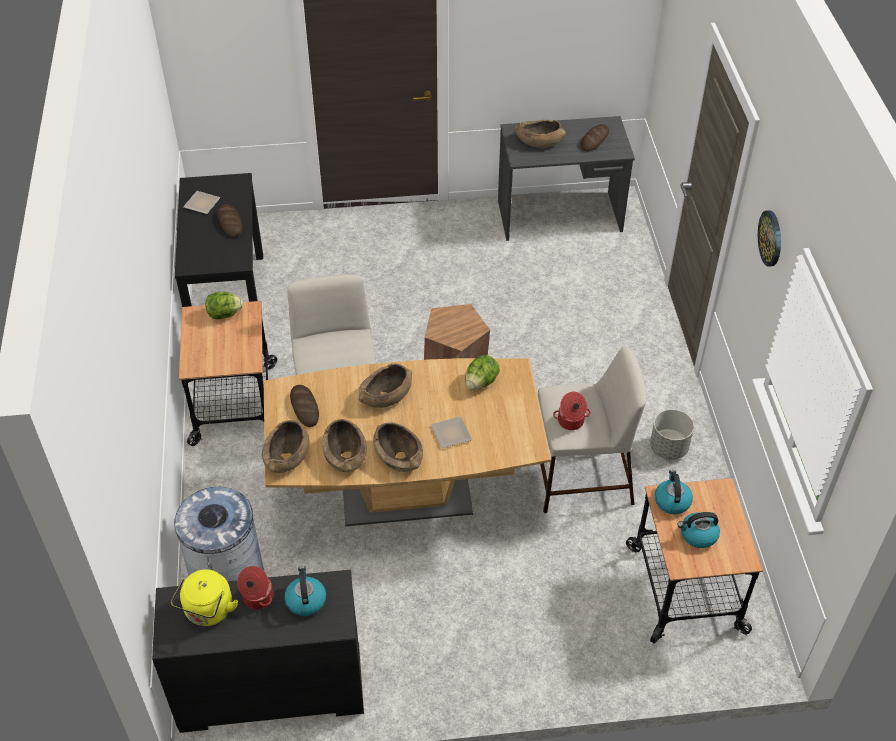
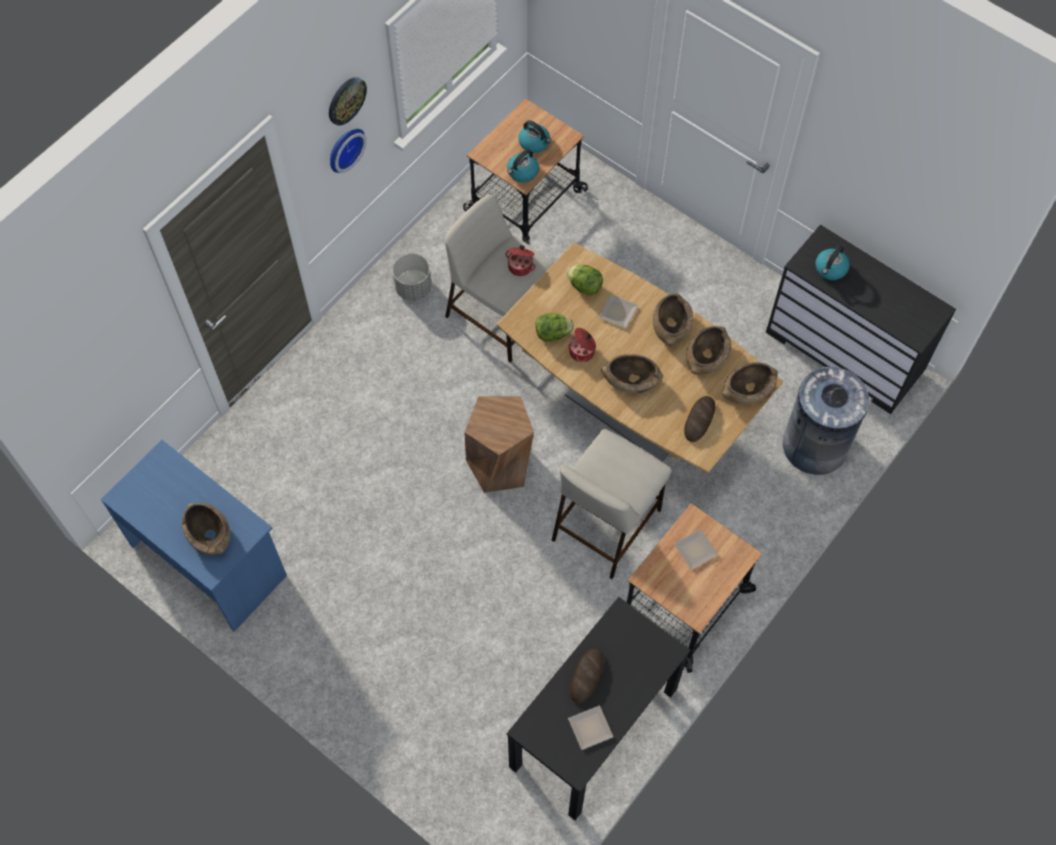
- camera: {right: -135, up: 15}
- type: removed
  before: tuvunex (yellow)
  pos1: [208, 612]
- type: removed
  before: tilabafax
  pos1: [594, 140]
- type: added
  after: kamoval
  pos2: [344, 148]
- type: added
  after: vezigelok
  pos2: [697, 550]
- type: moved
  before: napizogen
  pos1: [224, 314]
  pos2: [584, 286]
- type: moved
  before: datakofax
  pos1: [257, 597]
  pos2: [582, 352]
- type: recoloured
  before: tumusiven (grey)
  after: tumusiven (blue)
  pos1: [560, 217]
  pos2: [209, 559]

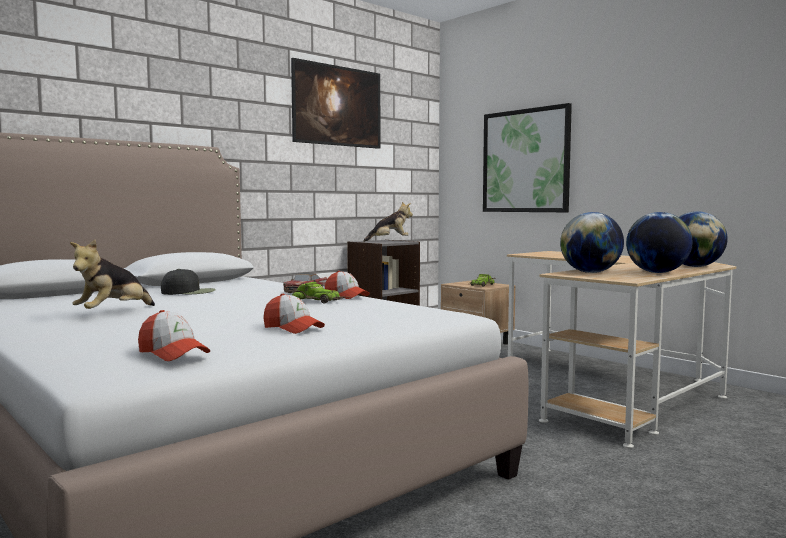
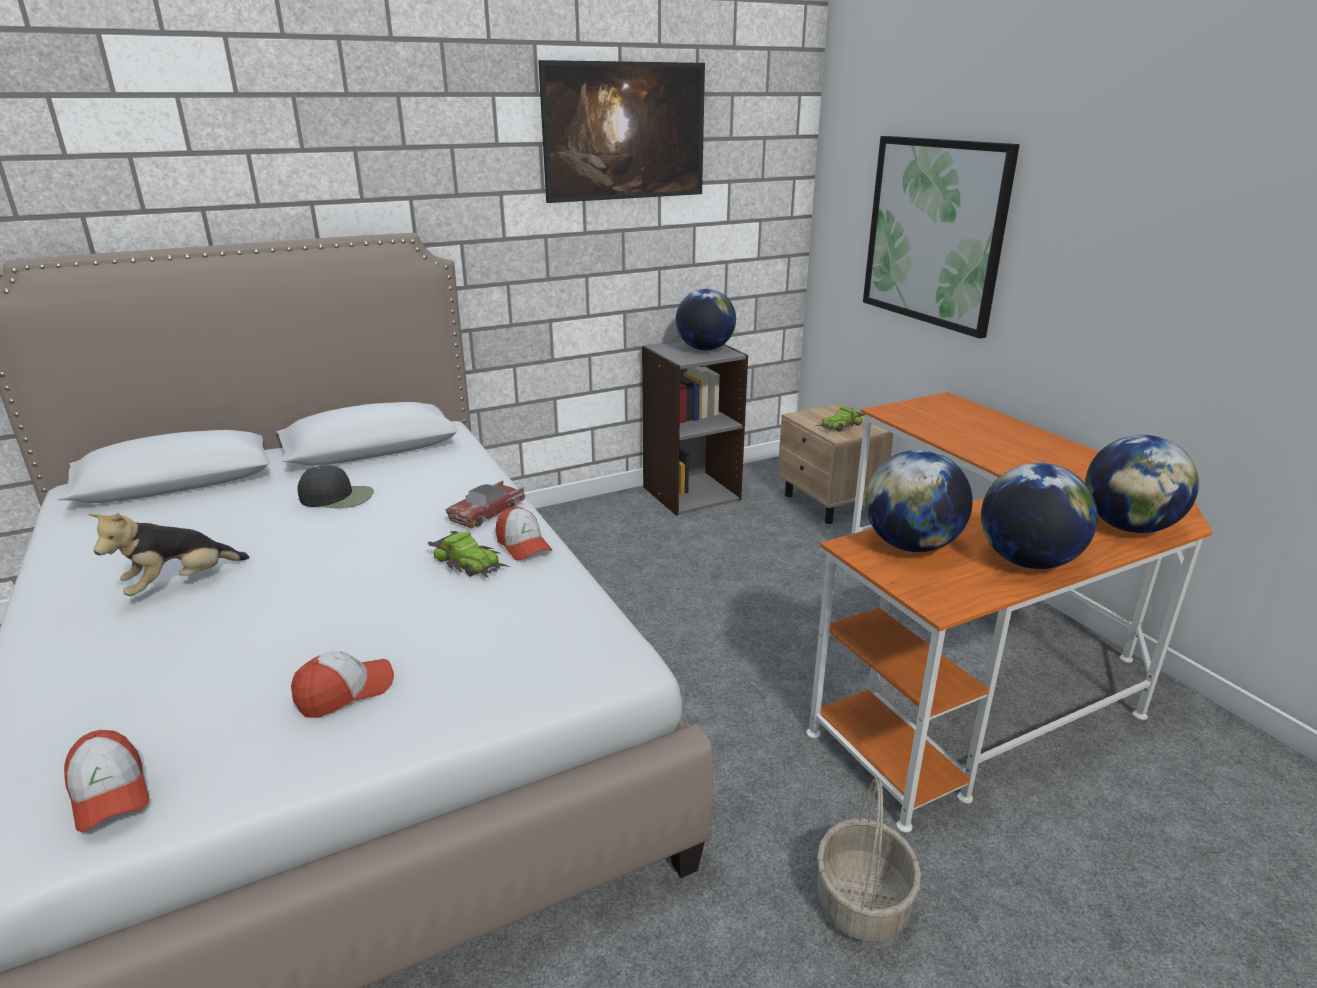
- camera: {right: 15, up: 20}
- type: added
  after: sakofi
  pos2: [861, 901]
- type: replaced
  before: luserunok
  after: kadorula
  pos1: [390, 241]
  pos2: [705, 349]
- type: recoloured
  before: tumusiven (beige)
  after: tumusiven (orange)
  pos1: [615, 387]
  pos2: [975, 657]
- type: turned
  before: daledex
  pos1: [293, 328]
  pos2: [345, 692]
  turn: -90

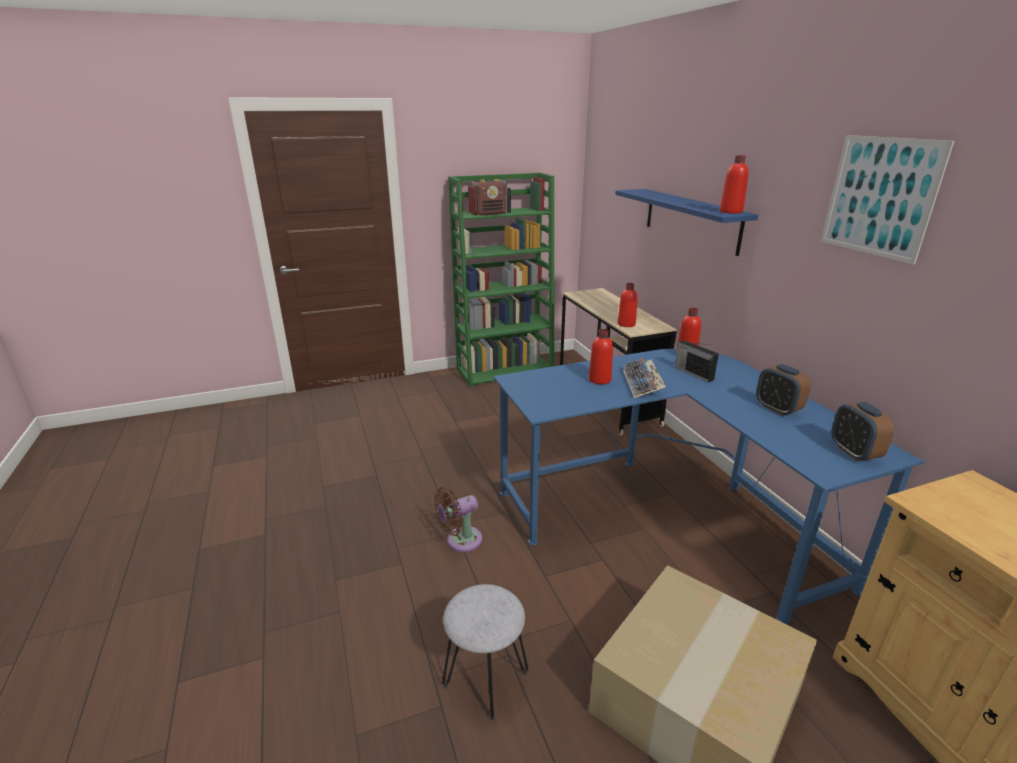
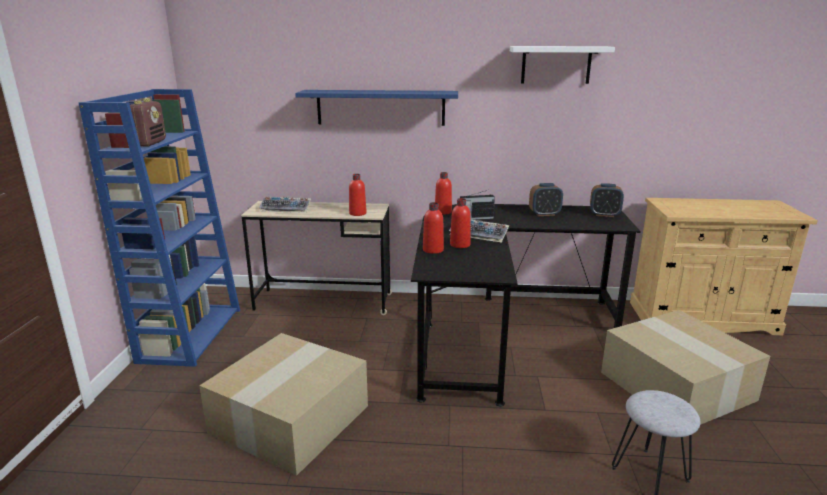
- camera: {right: -65, up: -5}
- type: removed
  before: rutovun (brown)
  pos1: [460, 541]
- type: added
  after: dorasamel
  pos2: [290, 417]
- type: added
  after: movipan
  pos2: [287, 209]
- type: moved
  before: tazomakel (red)
  pos1: [731, 211]
  pos2: [433, 250]
- type: replaced
  before: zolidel
  after: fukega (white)
  pos1: [880, 197]
  pos2: [556, 65]
- type: recoloured
  before: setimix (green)
  after: setimix (blue)
  pos1: [505, 370]
  pos2: [191, 334]
- type: recoloured
  before: tumusiven (blue)
  after: tumusiven (black)
  pos1: [667, 513]
  pos2: [500, 331]

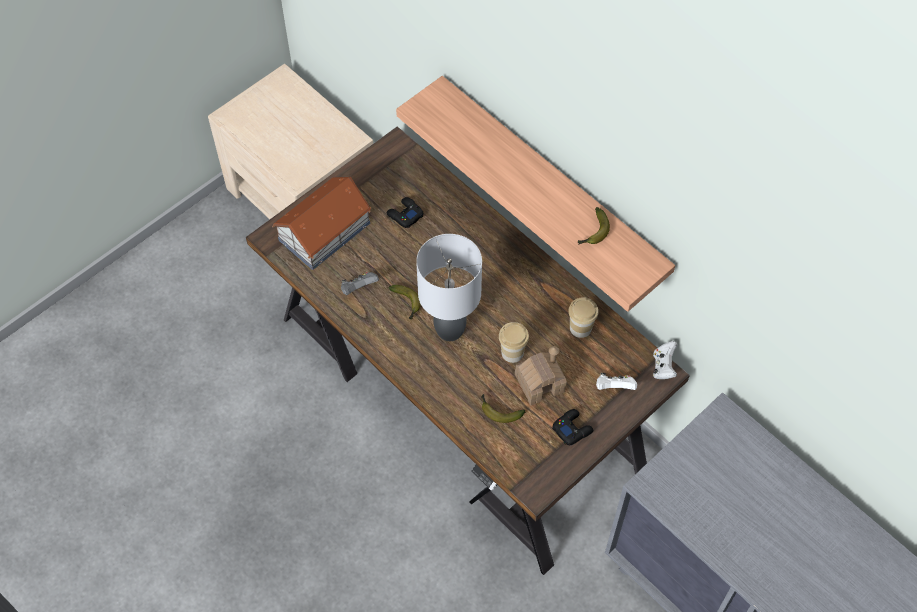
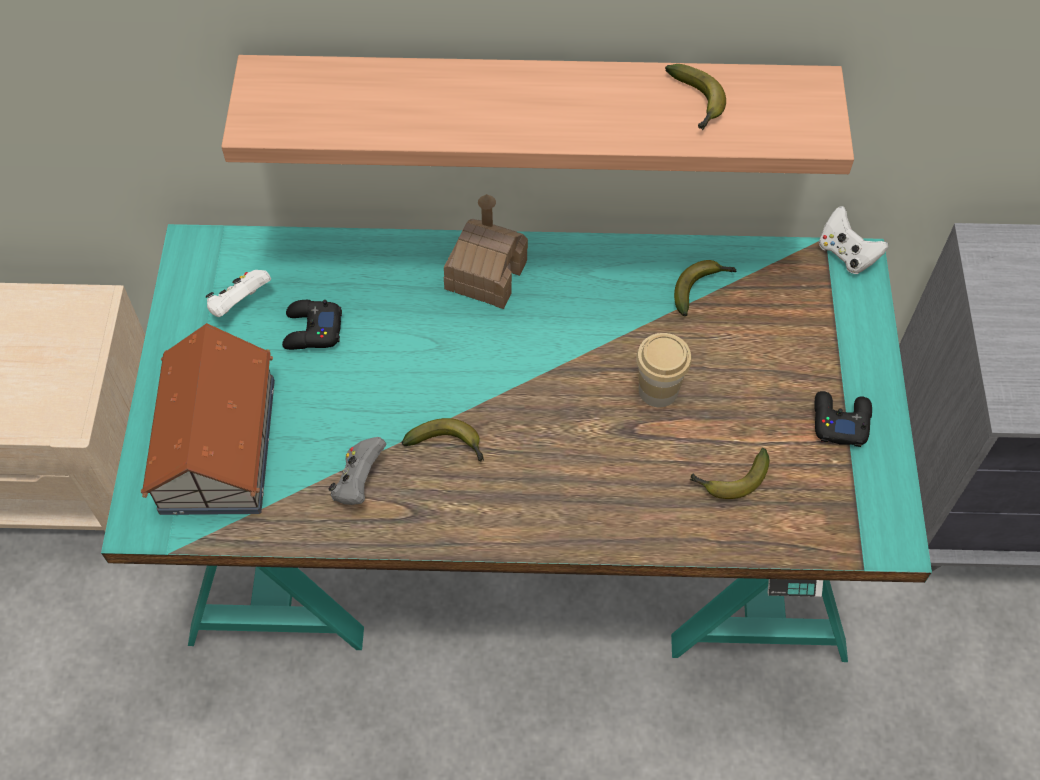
- camera: {right: -45, up: 0}
- type: removed
  before: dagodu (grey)
  pos1: [451, 330]
- type: moved
  before: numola
  pos1: [539, 383]
  pos2: [486, 275]
- type: moved
  before: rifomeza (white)
  pos1: [614, 387]
  pos2: [239, 304]
- type: replaced
  before: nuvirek
  after: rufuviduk
  pos1: [580, 328]
  pos2: [701, 288]
- type: recoloured
  before: tumusiven (brown)
  after: tumusiven (turquoise)
  pos1: [461, 394]
  pos2: [520, 534]

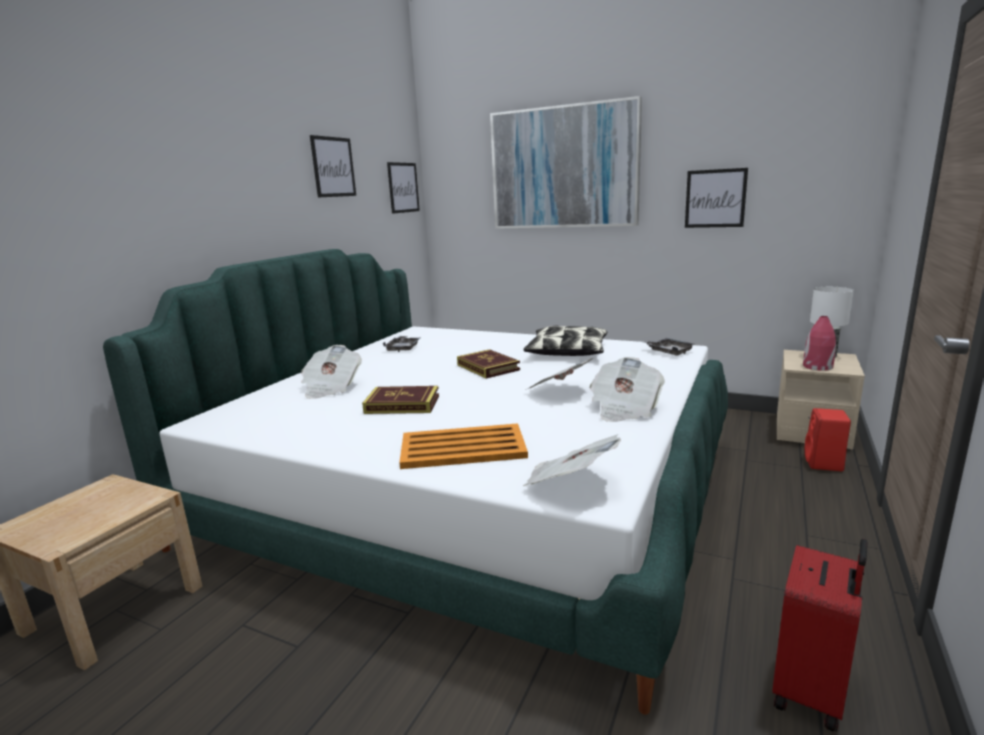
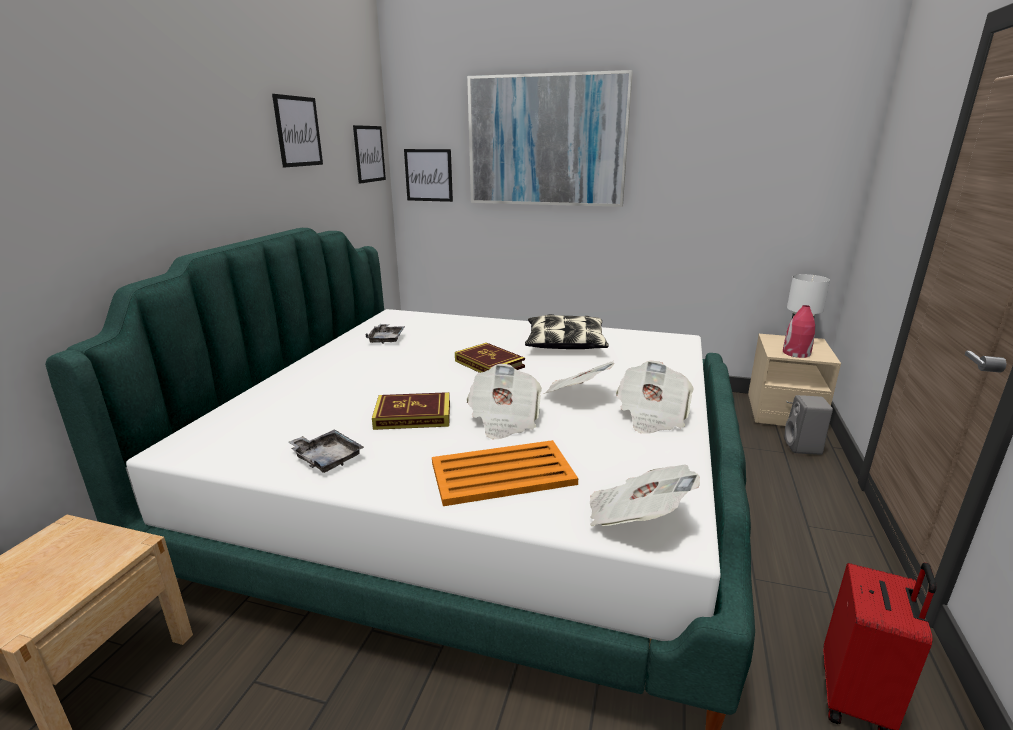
- camera: {right: -10, up: 5}
- type: moved
  before: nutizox
  pos1: [331, 388]
  pos2: [504, 420]
- type: moved
  before: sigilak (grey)
  pos1: [669, 352]
  pos2: [327, 458]
- type: moved
  before: zolidel
  pos1: [715, 198]
  pos2: [428, 175]
- type: recoloured
  before: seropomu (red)
  after: seropomu (grey)
  pos1: [824, 464]
  pos2: [803, 447]

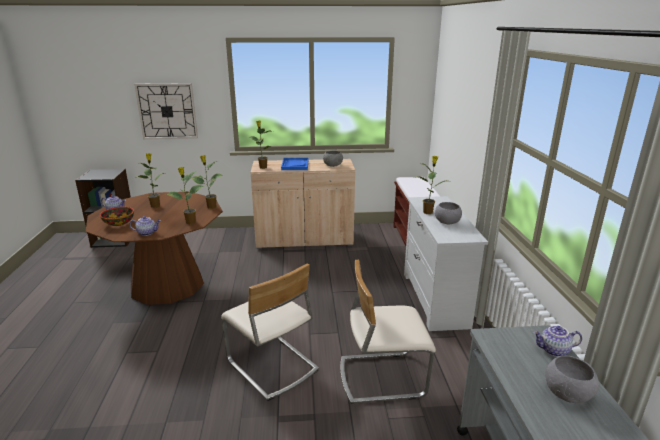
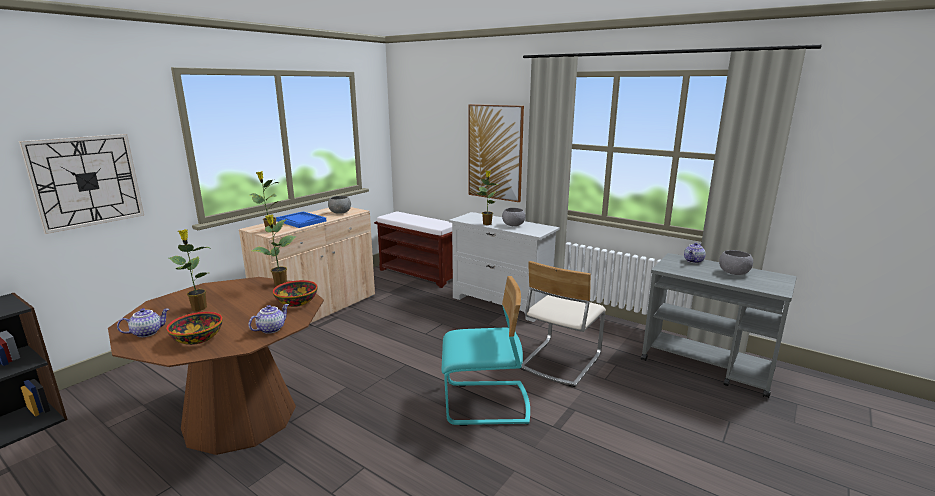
- camera: {right: -50, up: -5}
- type: added
  after: zolidel
  pos2: [495, 152]
- type: replaced
  before: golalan
  after: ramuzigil
  pos1: [190, 222]
  pos2: [296, 302]
- type: recoloured
  before: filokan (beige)
  after: filokan (turquoise)
  pos1: [271, 366]
  pos2: [486, 404]

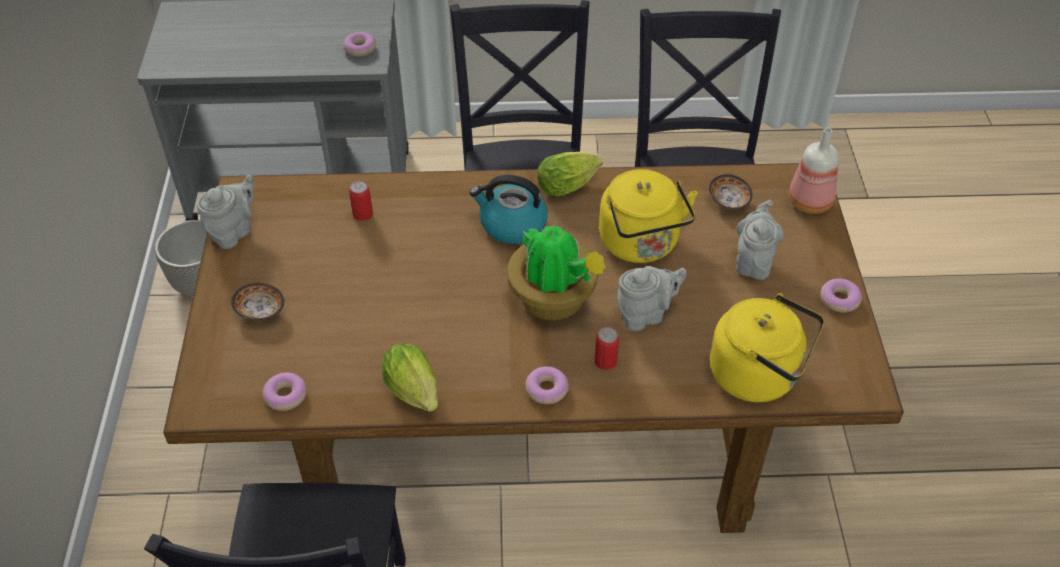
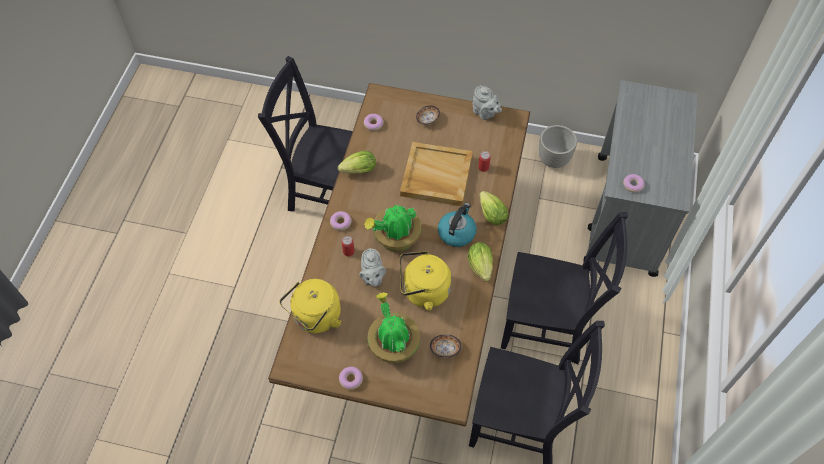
- camera: {right: 105, up: 10}
- type: removed
  before: tazomakel
  pos1: [811, 202]
- type: added
  after: sigilak (beige)
  pos2: [436, 176]
- type: added
  after: napizogen
  pos2: [490, 213]
- type: replaced
  before: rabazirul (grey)
  after: golalan
  pos1: [753, 261]
  pos2: [393, 345]

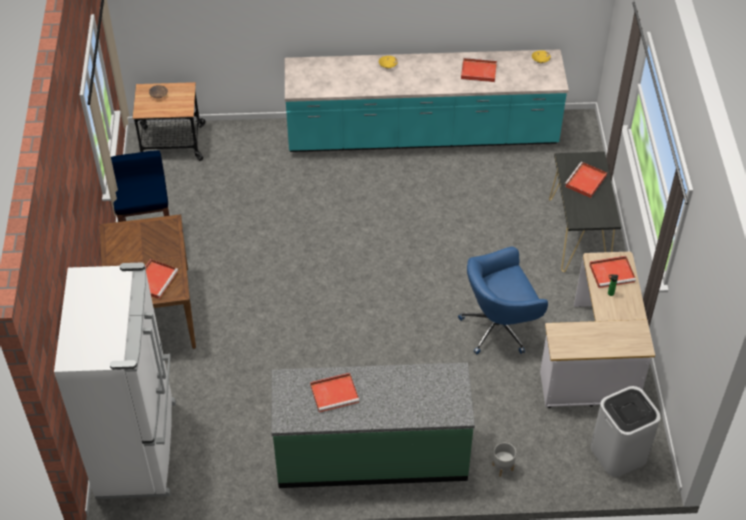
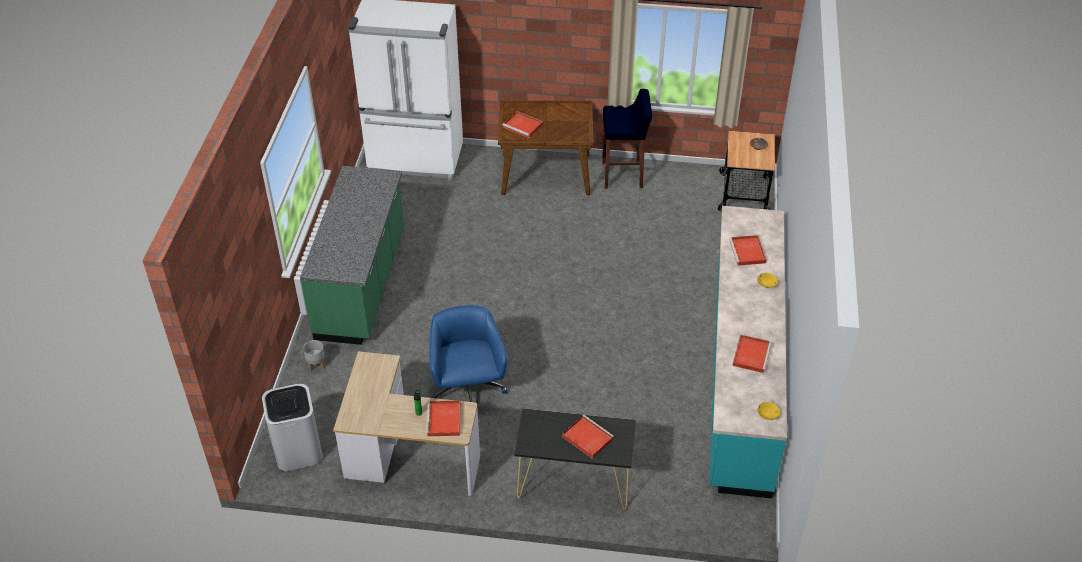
- camera: {right: 100, up: -5}
- type: moved
  before: sigilak (red)
  pos1: [335, 393]
  pos2: [748, 252]

